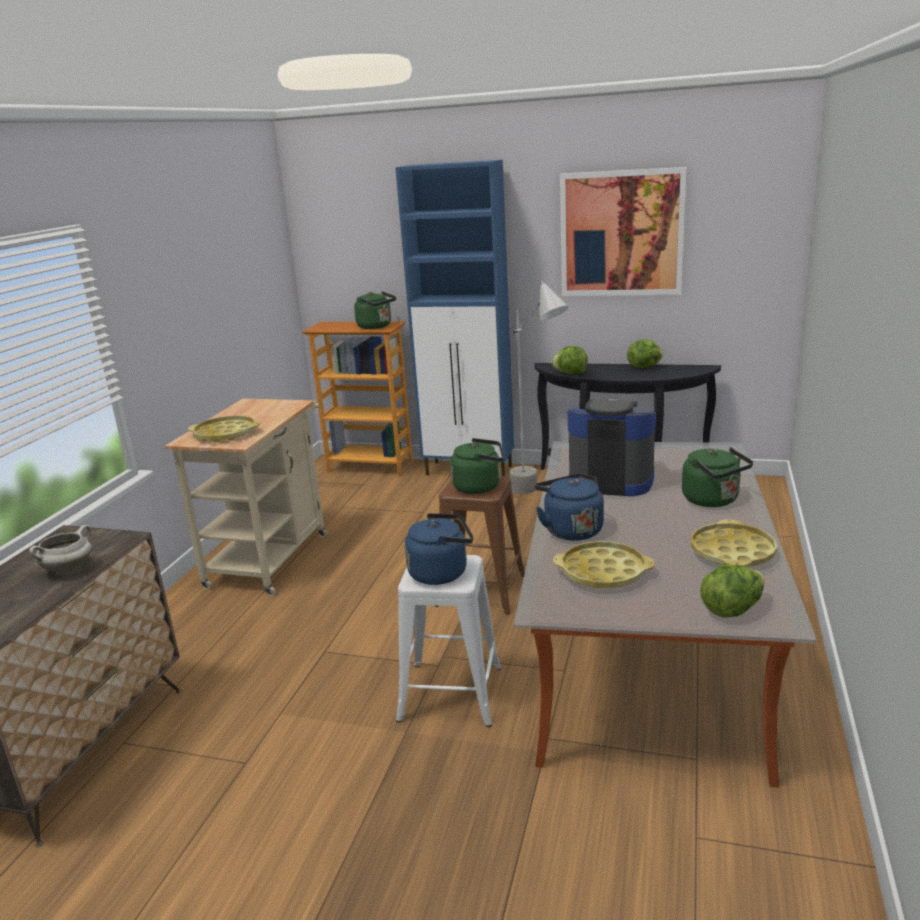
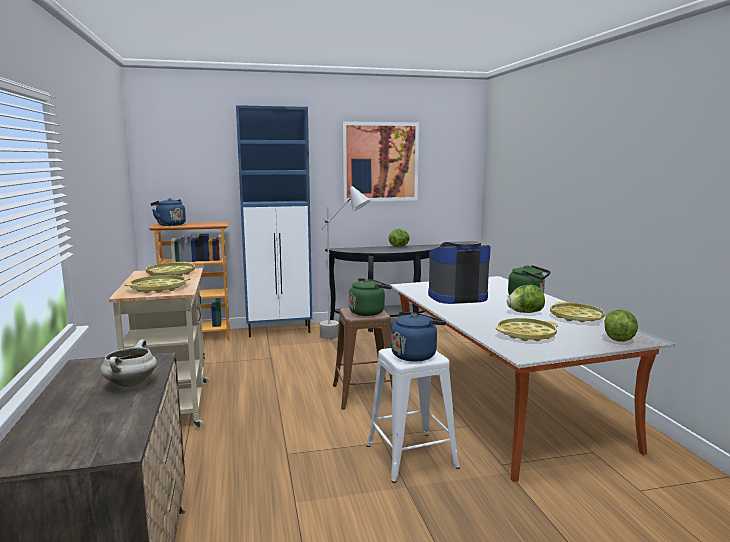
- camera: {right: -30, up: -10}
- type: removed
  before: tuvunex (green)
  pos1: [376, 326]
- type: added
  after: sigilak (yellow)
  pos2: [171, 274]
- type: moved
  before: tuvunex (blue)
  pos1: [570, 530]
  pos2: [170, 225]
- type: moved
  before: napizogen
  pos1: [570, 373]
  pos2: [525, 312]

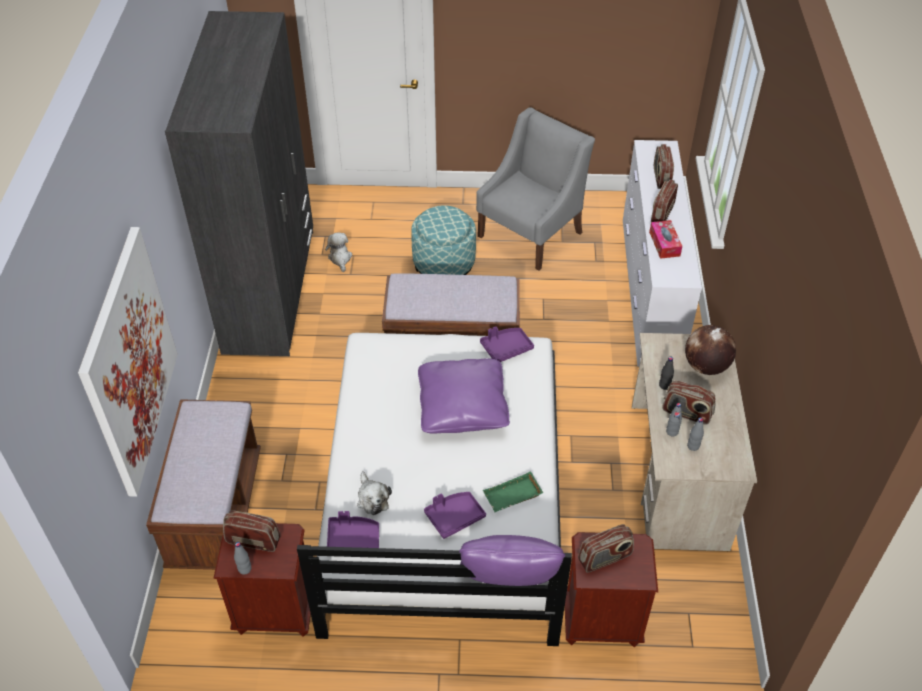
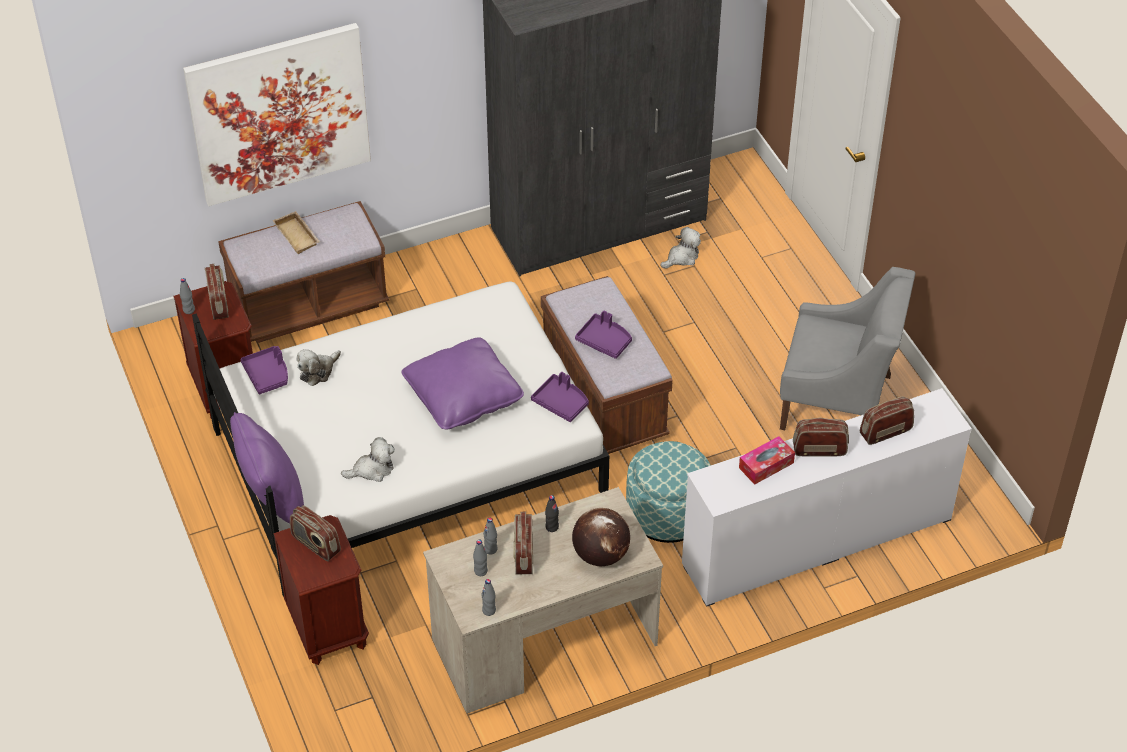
- camera: {right: 65, up: 0}
- type: added
  after: sigilak (beige)
  pos2: [298, 236]
- type: added
  after: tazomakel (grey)
  pos2: [489, 610]
- type: moved
  before: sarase
  pos1: [444, 263]
  pos2: [667, 514]
- type: moved
  before: sigilak (purple)
  pos1: [454, 517]
  pos2: [604, 341]
- type: replaced
  before: sigilak (green)
  after: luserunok
  pos1: [512, 497]
  pos2: [372, 469]

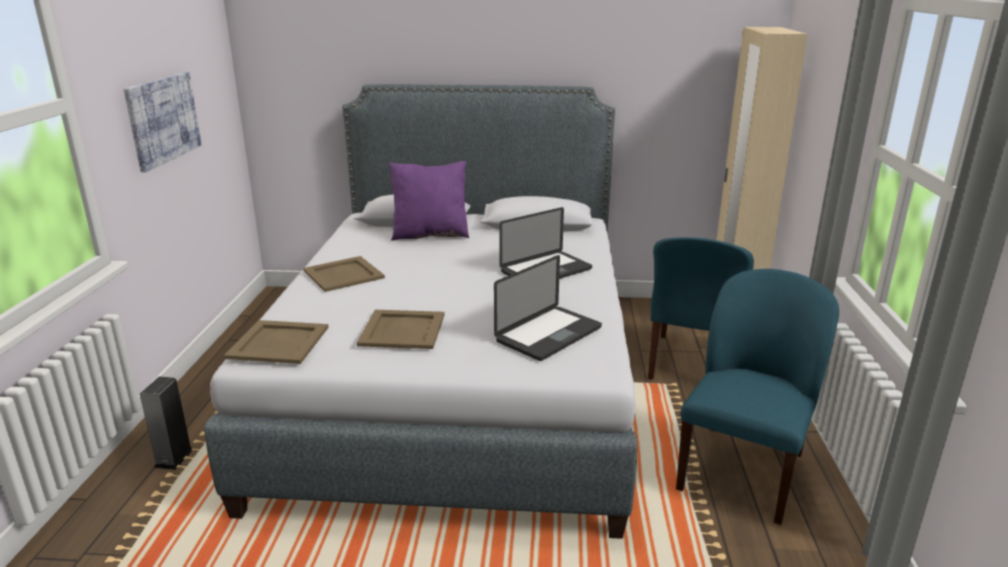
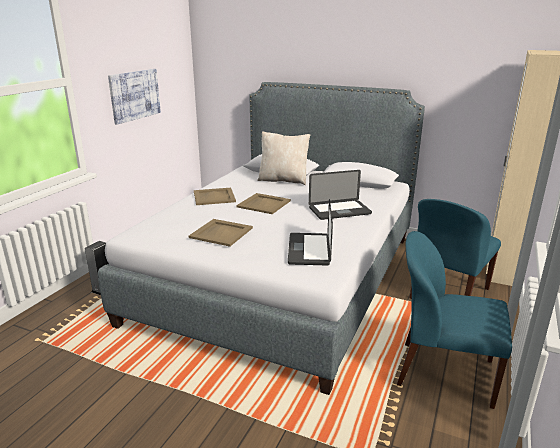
- camera: {right: 20, up: 0}
- type: moved
  before: sigilak (beige)
  pos1: [277, 342]
  pos2: [263, 204]
- type: recoloured
  before: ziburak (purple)
  after: ziburak (beige)
  pos1: [430, 235]
  pos2: [283, 180]
- type: turned
  before: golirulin
  pos1: [549, 334]
  pos2: [309, 250]
  turn: 120
- type: turned
  before: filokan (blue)
  pos1: [742, 470]
  pos2: [442, 372]
  turn: -120

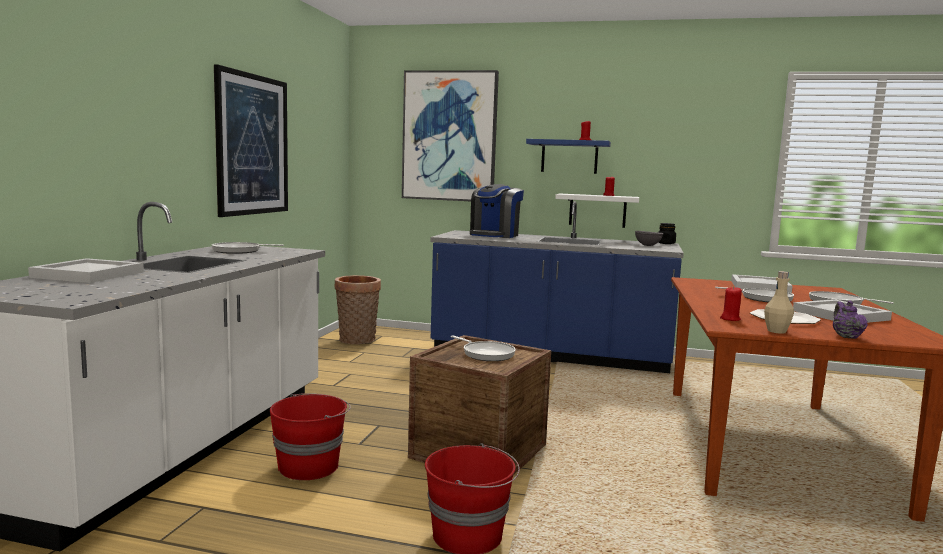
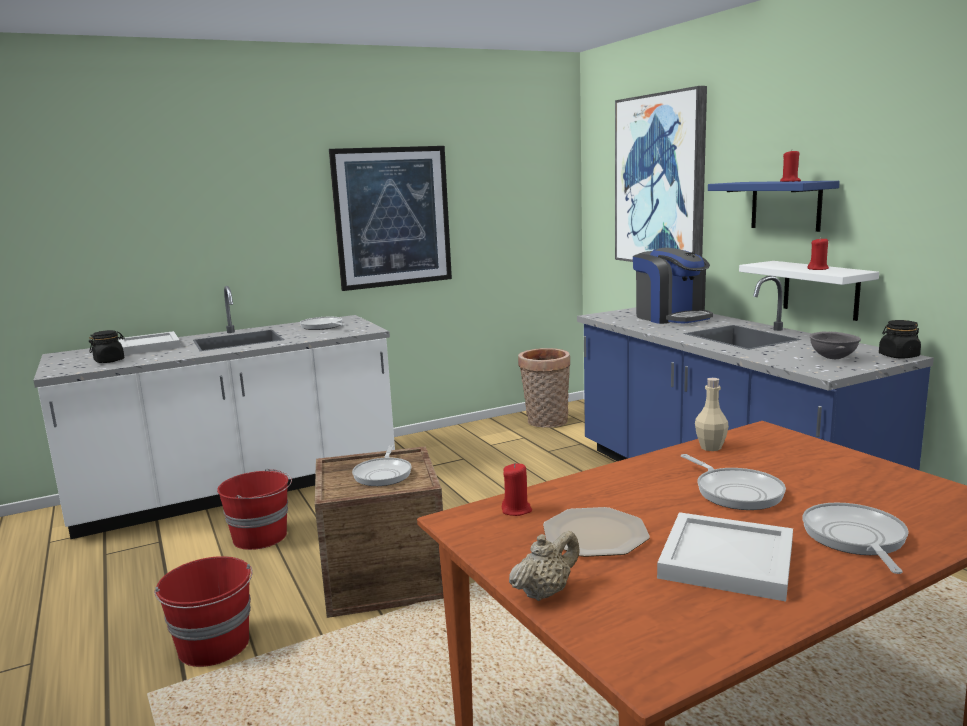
- camera: {right: 50, up: 5}
- type: removed
  before: sigilak (white)
  pos1: [759, 286]
- type: added
  after: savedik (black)
  pos2: [109, 361]
- type: moved
  before: tazomakel (beige)
  pos1: [776, 331]
  pos2: [710, 447]
- type: recoloured
  before: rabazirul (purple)
  after: rabazirul (beige)
  pos1: [846, 336]
  pos2: [545, 592]
- type: turned
  before: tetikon
  pos1: [494, 235]
  pos2: [671, 317]
  turn: -105

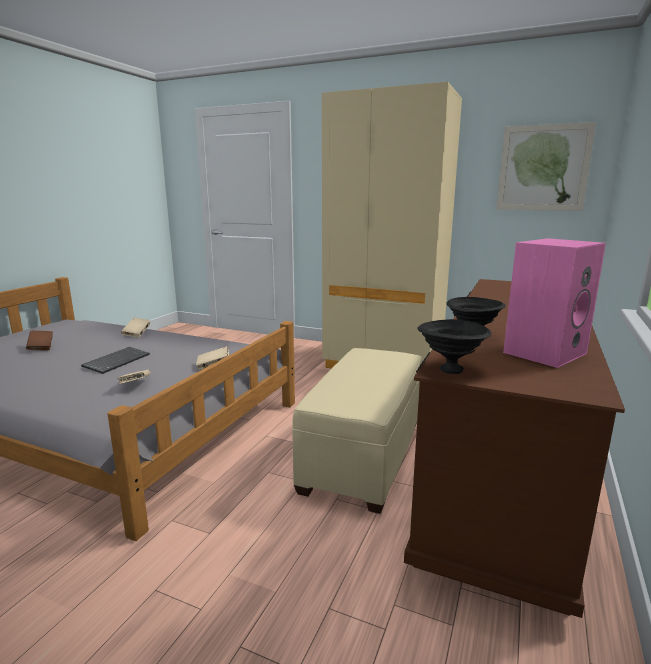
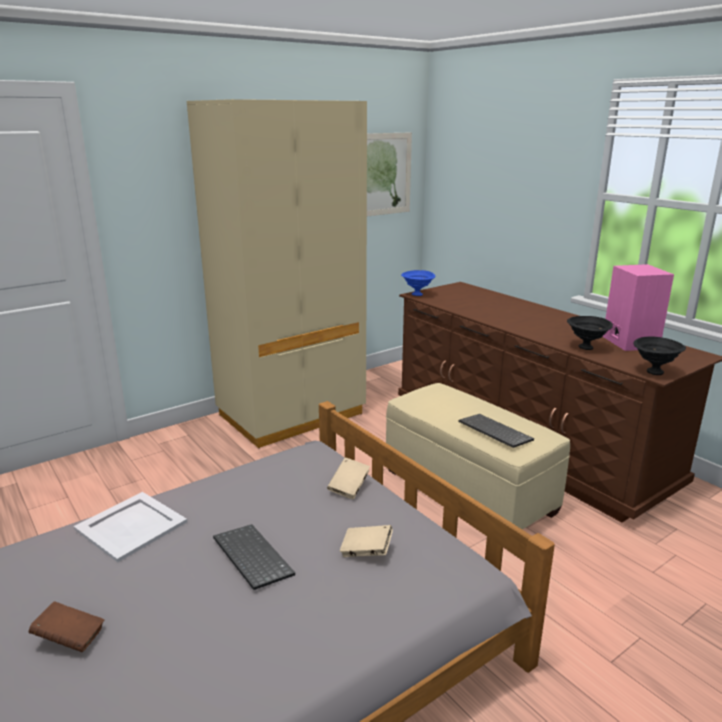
- camera: {right: -60, up: 5}
- type: added
  after: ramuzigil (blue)
  pos2: [418, 295]
- type: added
  after: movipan
  pos2: [493, 432]
- type: replaced
  before: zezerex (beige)
  after: sigilak (white)
  pos1: [137, 334]
  pos2: [130, 526]

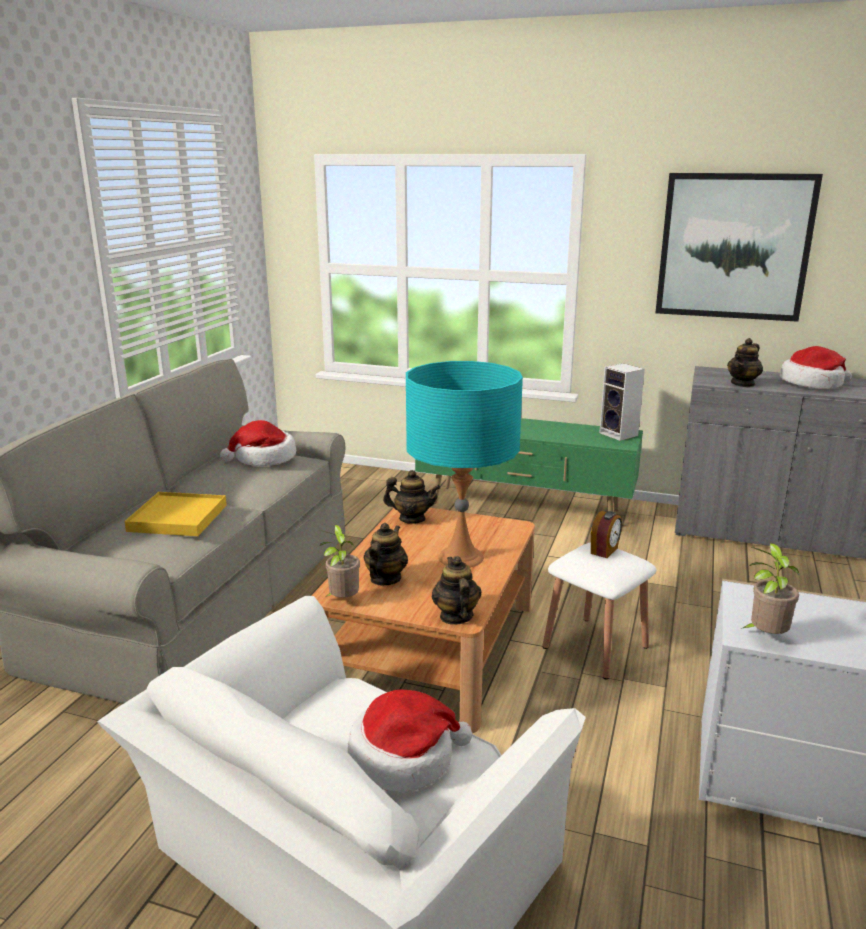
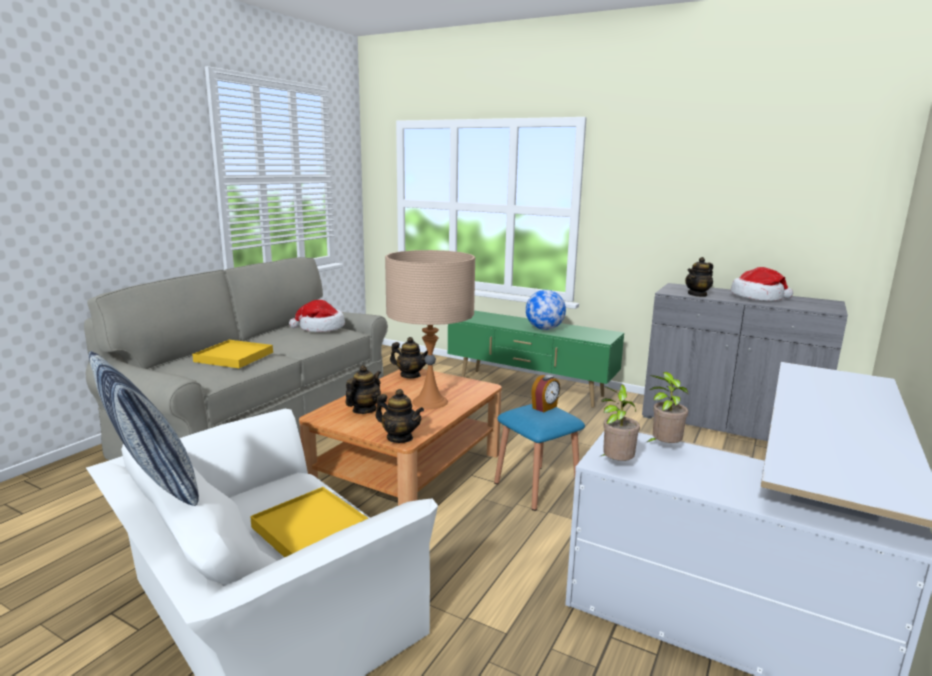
- camera: {right: 10, up: -5}
- type: removed
  before: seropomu
  pos1: [620, 434]
- type: removed
  before: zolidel
  pos1: [734, 246]
- type: added
  after: ziburak
  pos2: [153, 485]
- type: added
  after: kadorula
  pos2: [544, 329]
- type: moved
  before: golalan
  pos1: [342, 600]
  pos2: [663, 447]
- type: replaced
  before: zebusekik
  after: sigilak (yellow)
  pos1: [404, 757]
  pos2: [310, 528]
- type: recoloured
  before: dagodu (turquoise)
  after: dagodu (beige)
  pos1: [460, 557]
  pos2: [430, 402]
- type: recoloured
  before: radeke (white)
  after: radeke (blue)
  pos1: [595, 647]
  pos2: [536, 487]
- type: turned
  before: rabazirul
  pos1: [455, 616]
  pos2: [399, 438]
  turn: 120

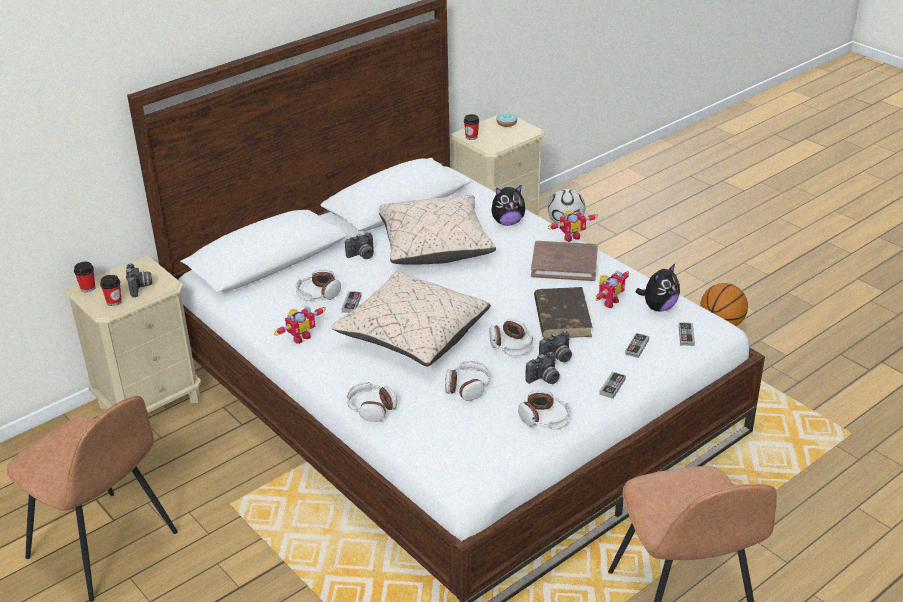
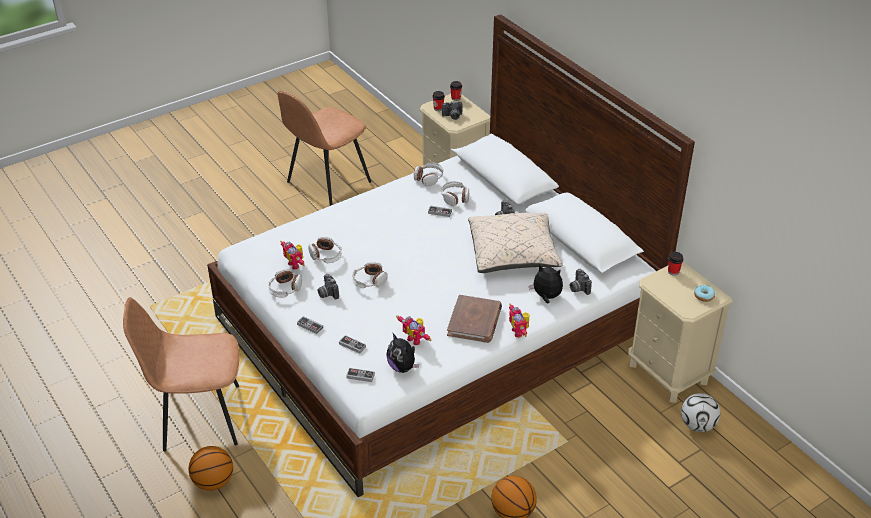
- camera: {right: 95, up: 5}
- type: removed
  before: ziburak (beige)
  pos1: [412, 335]
- type: removed
  before: zezerex (brown)
  pos1: [562, 316]
- type: added
  after: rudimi
  pos2: [213, 482]
- type: moved
  before: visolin
  pos1: [300, 337]
  pos2: [296, 264]
- type: moved
  before: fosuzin
  pos1: [371, 408]
  pos2: [428, 178]
- type: moved
  before: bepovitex
  pos1: [557, 357]
  pos2: [578, 288]
- type: turned
  before: luserunok
  pos1: [507, 222]
  pos2: [546, 297]
  turn: 120

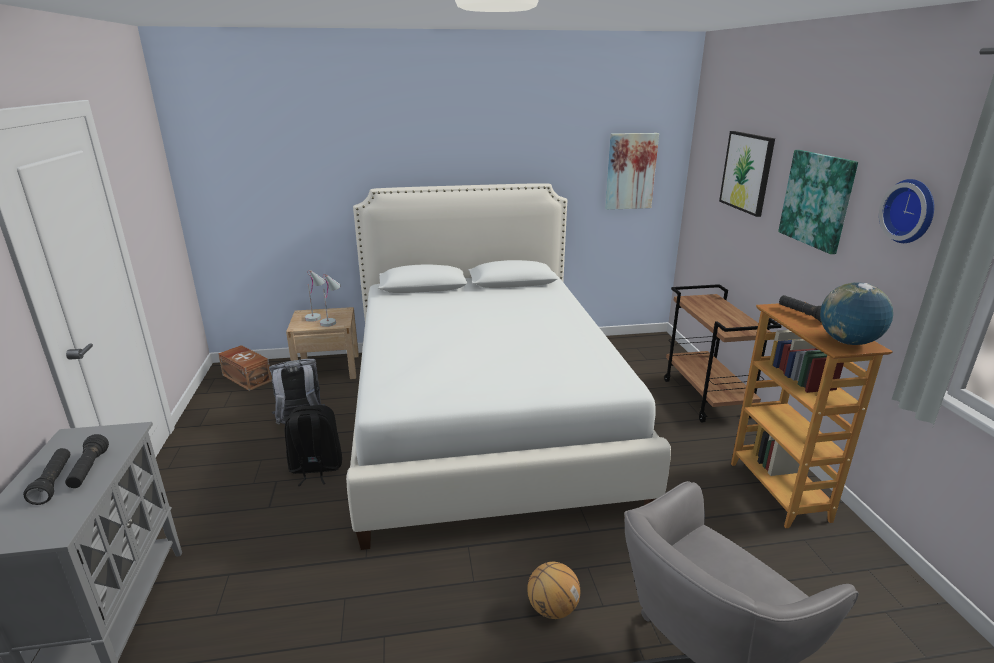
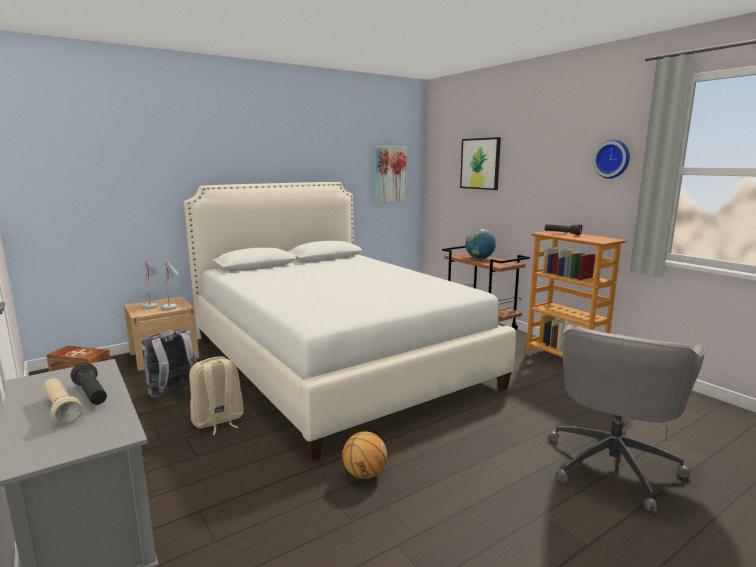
- camera: {right: -25, up: -10}
- type: removed
  before: zolidel
  pos1: [817, 200]
- type: moved
  before: rudimi
  pos1: [552, 608]
  pos2: [364, 474]
- type: moved
  before: kadorula
  pos1: [848, 342]
  pos2: [479, 258]
- type: recoloured
  before: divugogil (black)
  after: divugogil (beige)
  pos1: [53, 483]
  pos2: [61, 409]
- type: recoloured
  before: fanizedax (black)
  after: fanizedax (beige)
  pos1: [315, 468]
  pos2: [218, 421]

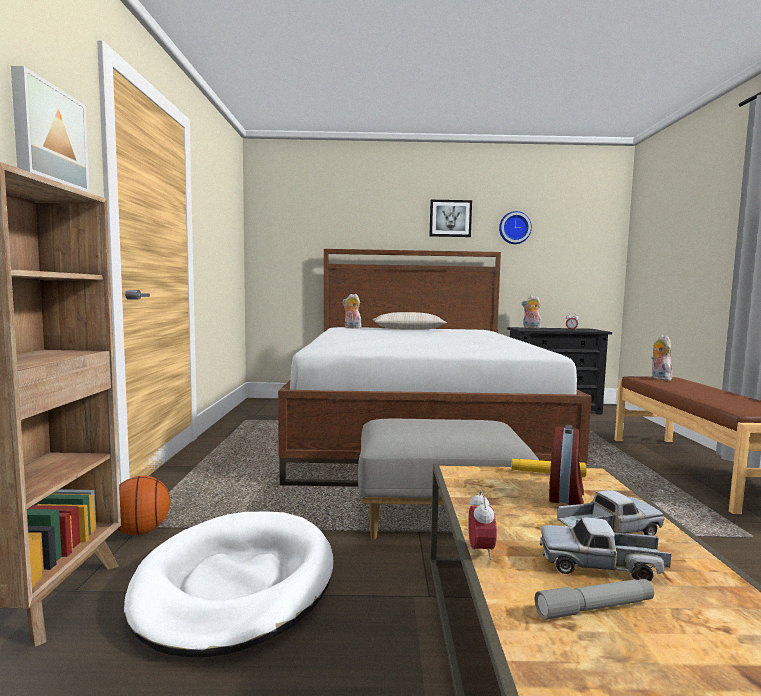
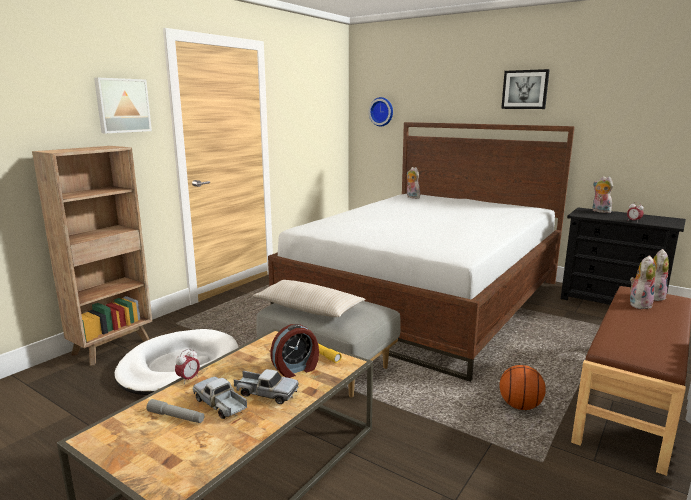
- camera: {right: 35, up: 10}
- type: added
  after: luserunok
  pos2: [639, 304]
- type: moved
  before: rudimi
  pos1: [140, 531]
  pos2: [519, 406]
- type: moved
  before: ziburak (beige)
  pos1: [408, 329]
  pos2: [308, 308]
- type: moved
  before: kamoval
  pos1: [514, 228]
  pos2: [382, 111]

